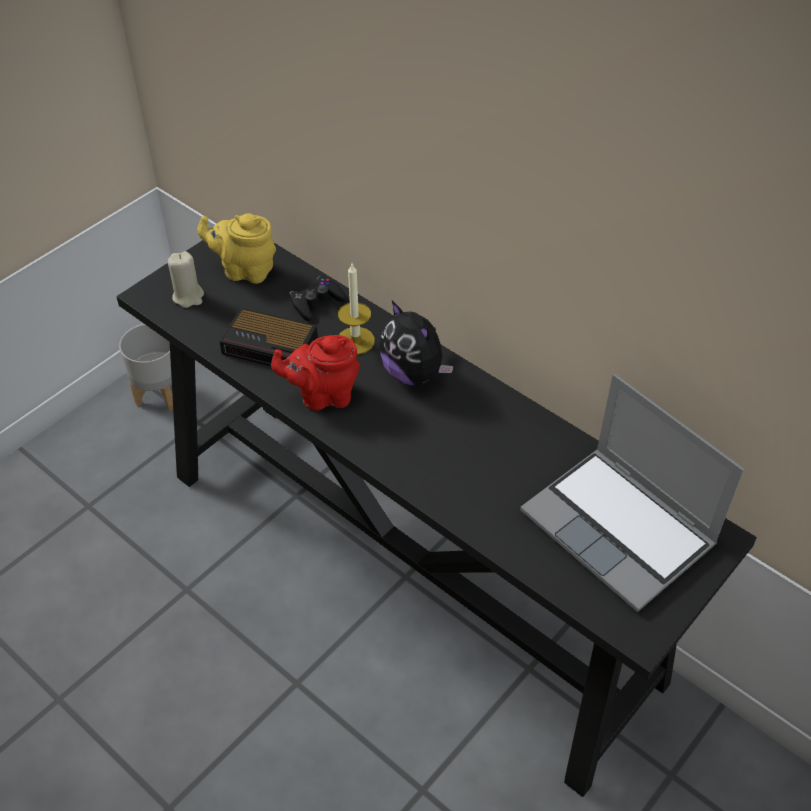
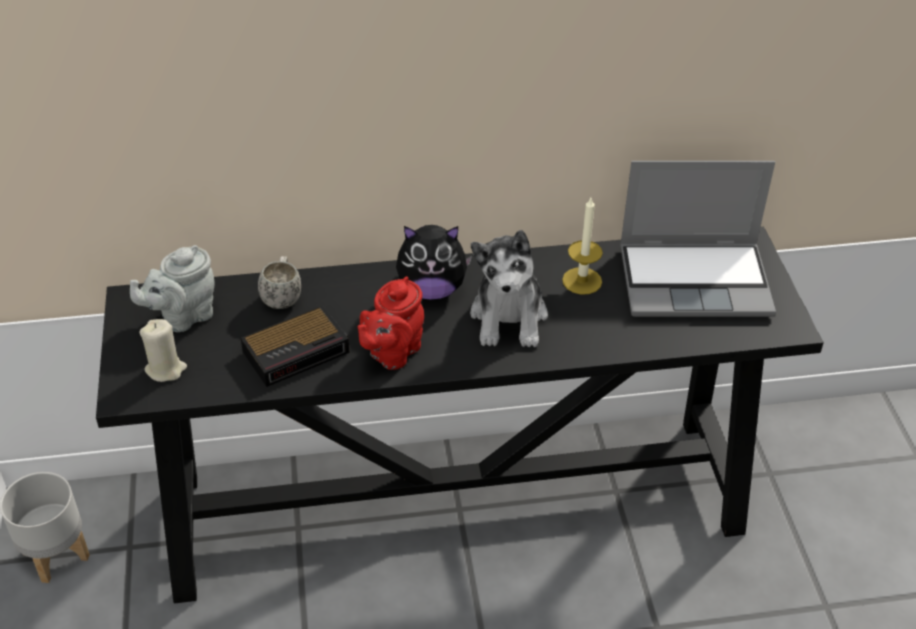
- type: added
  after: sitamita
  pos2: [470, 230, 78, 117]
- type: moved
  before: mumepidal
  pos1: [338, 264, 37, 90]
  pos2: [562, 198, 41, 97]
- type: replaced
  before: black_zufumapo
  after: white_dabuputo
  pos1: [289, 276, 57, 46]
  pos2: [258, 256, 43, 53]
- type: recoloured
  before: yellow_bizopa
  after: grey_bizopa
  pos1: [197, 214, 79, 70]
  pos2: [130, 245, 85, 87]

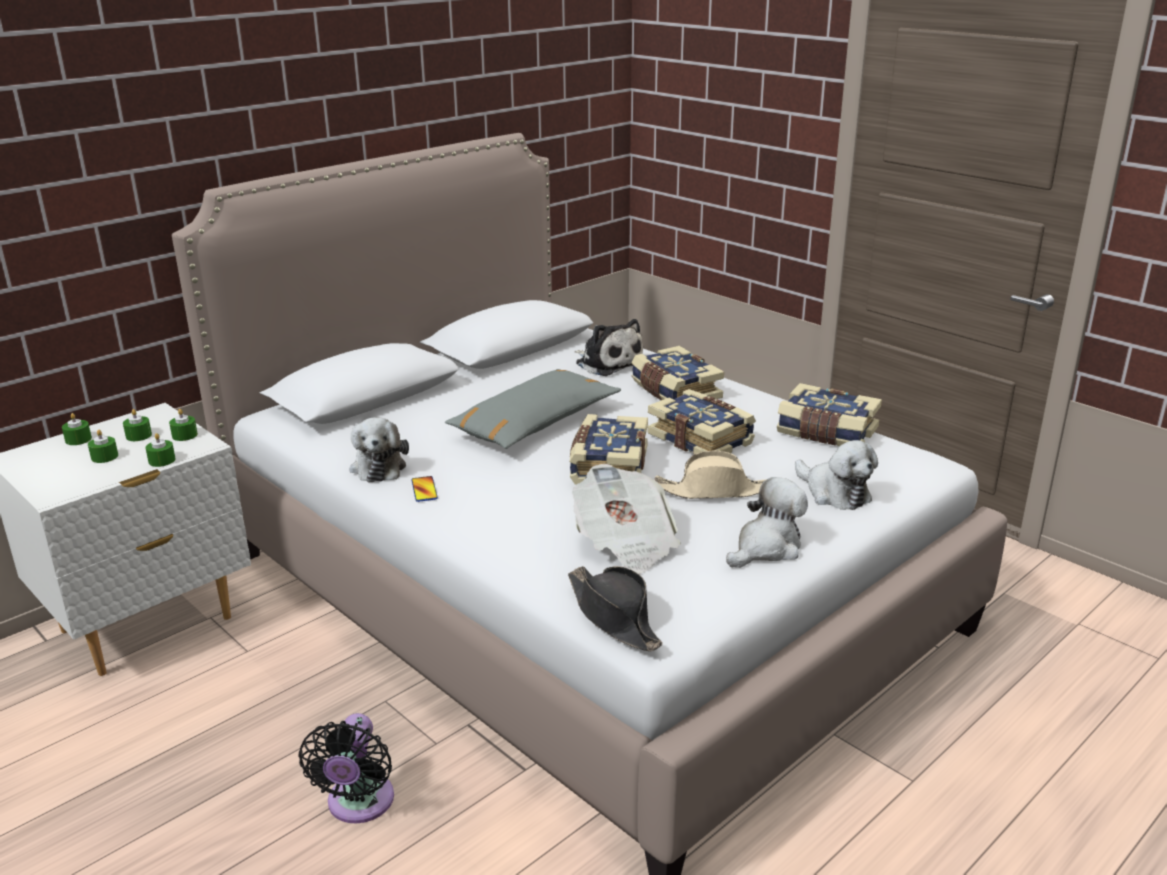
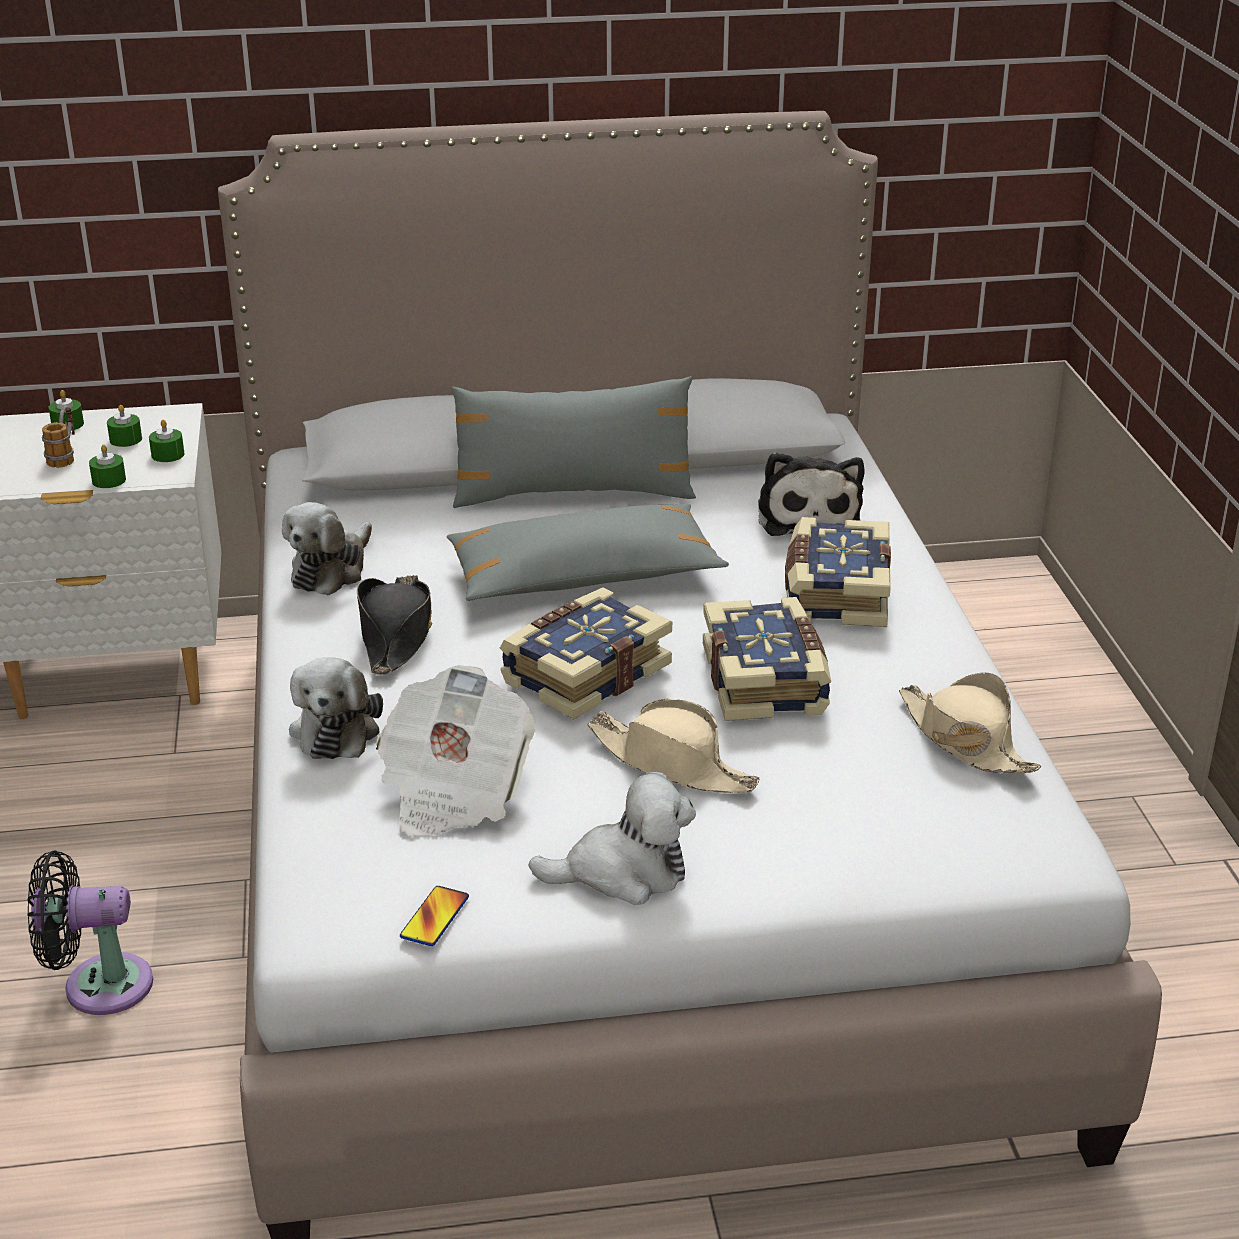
- type: added
  after: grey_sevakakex
  pos2: [451, 376, 245, 132]
- type: moved
  before: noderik
  pos1: [411, 476, 27, 26]
  pos2: [400, 886, 69, 60]
- type: moved
  before: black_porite
  pos1: [568, 566, 94, 85]
  pos2: [357, 575, 75, 100]
- type: moved
  before: sitamita
  pos1: [795, 440, 83, 70]
  pos2: [289, 657, 94, 102]
- type: replaced
  before: green_mumepidal
  after: dabuputo
  pos1: [88, 430, 30, 33]
  pos2: [42, 405, 33, 63]
- type: replaced
  before: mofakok
  after: beige_porite
  pos1: [777, 383, 105, 63]
  pos2: [899, 673, 142, 100]
- type: turned
  before: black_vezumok
  pos1: [298, 713, 96, 110]
  pos2: [28, 851, 125, 164]
  turn: 45

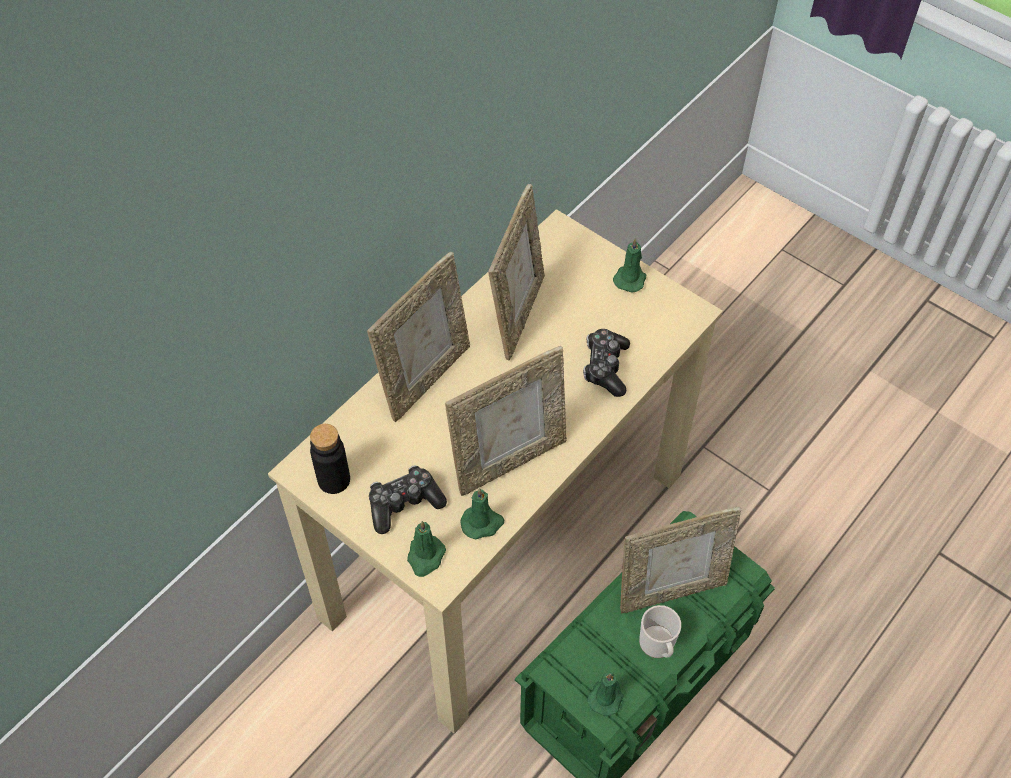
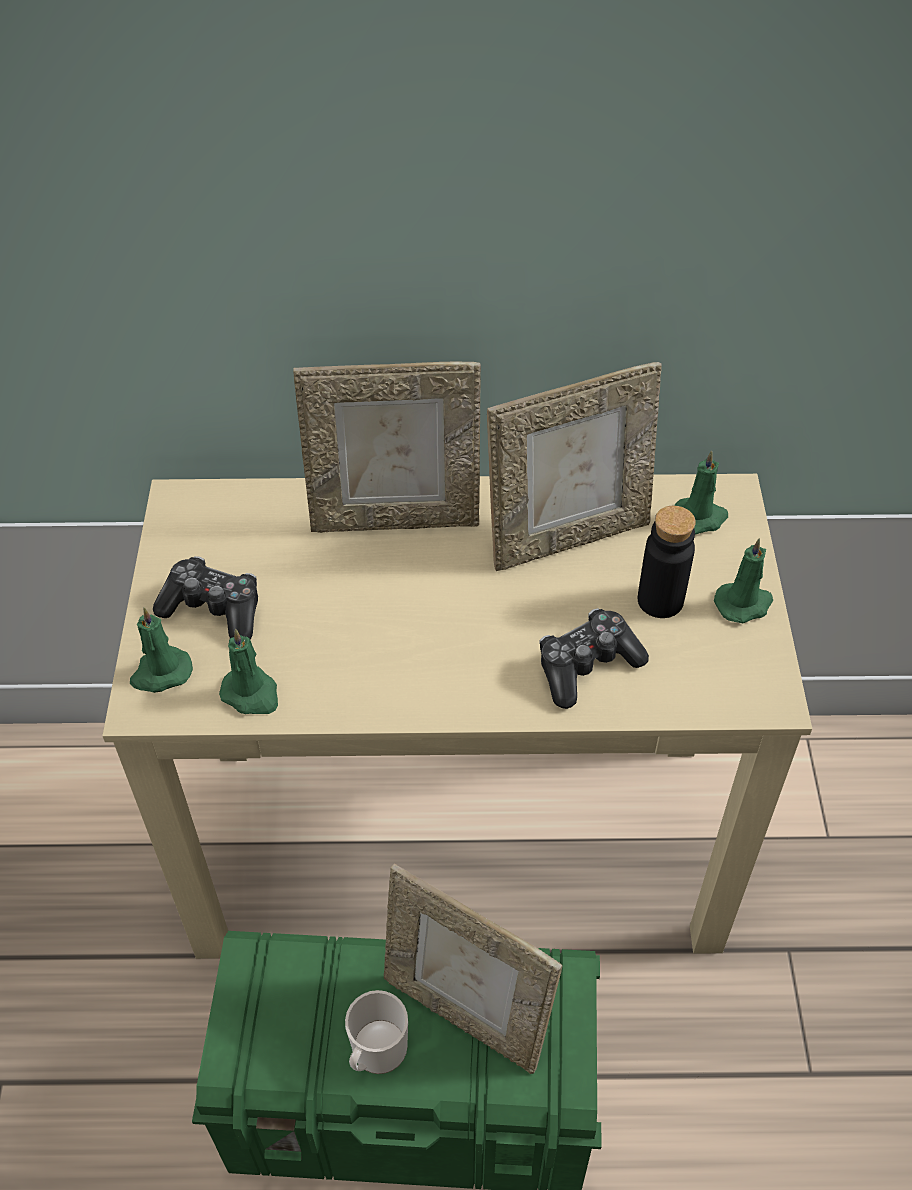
- type: removed
  before: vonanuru
  pos1: [445, 346, 122, 150]
- type: moved
  before: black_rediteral
  pos1: [310, 424, 40, 70]
  pos2: [638, 506, 58, 112]
- type: moved
  before: green_mumepidal
  pos1: [587, 672, 37, 44]
  pos2: [674, 451, 54, 84]

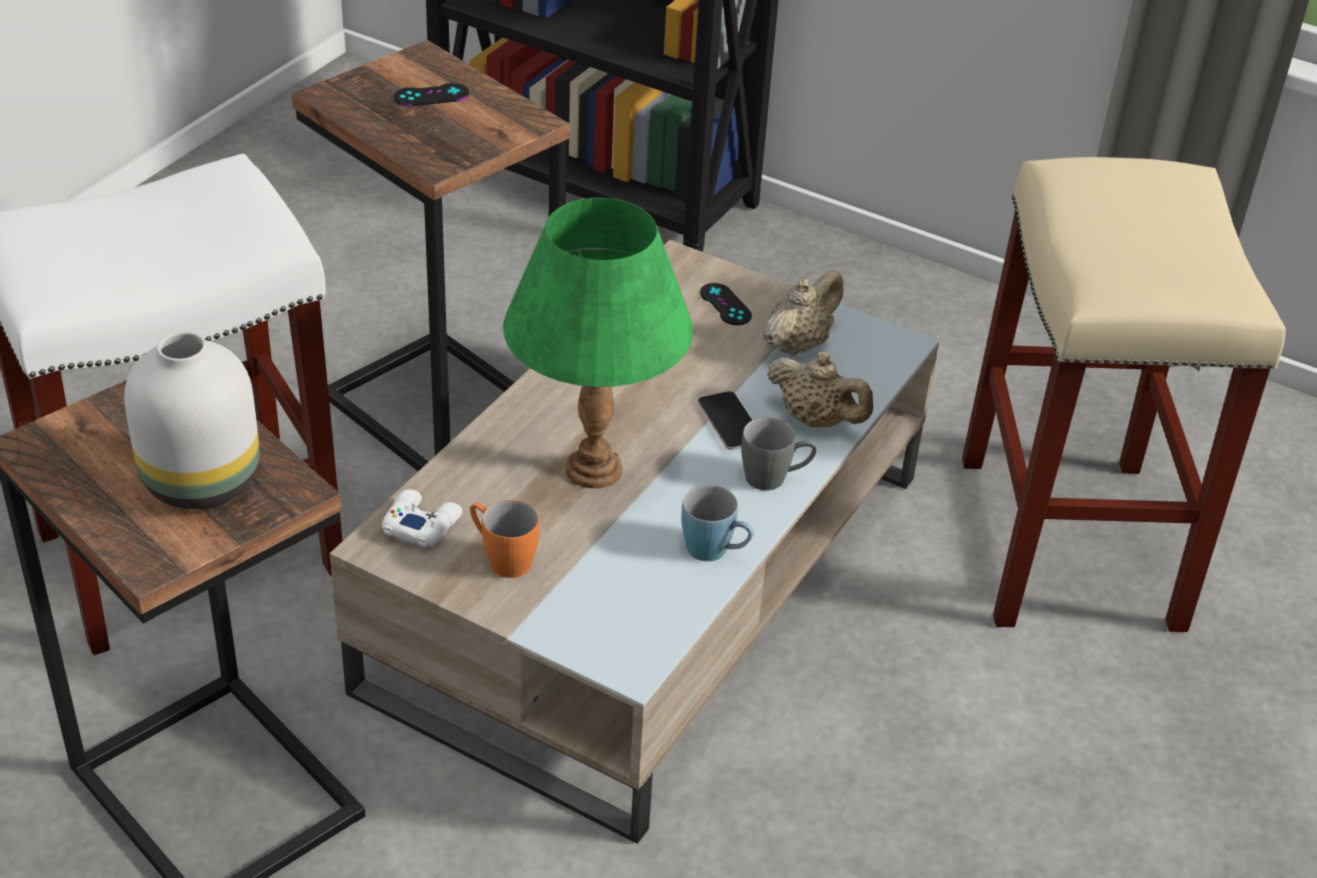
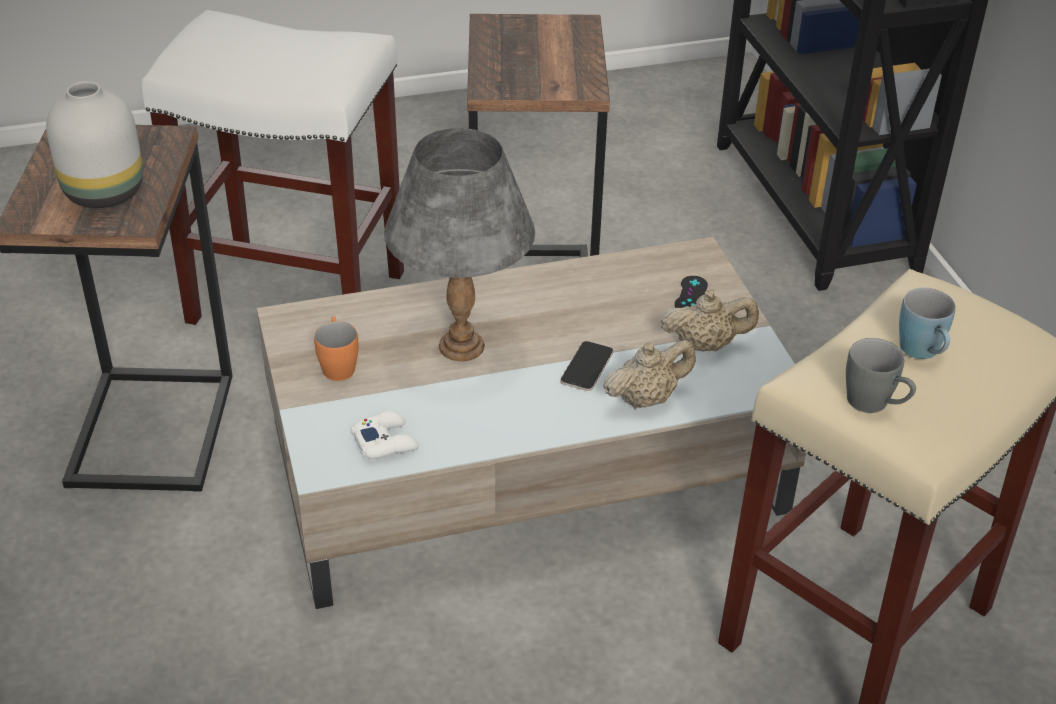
- type: removed
  before: black_zufumapo
  pos1: [394, 83, 75, 23]
- type: moved
  before: white_zufumapo
  pos1: [382, 489, 80, 58]
  pos2: [351, 411, 68, 48]
- type: moved
  before: blue_dabuputo
  pos1: [681, 485, 73, 76]
  pos2: [899, 288, 57, 71]
- type: moved
  before: grey_dabuputo
  pos1: [741, 417, 76, 74]
  pos2: [846, 338, 70, 75]
- type: recoloured
  before: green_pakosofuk
  after: grey_pakosofuk
  pos1: [503, 198, 190, 290]
  pos2: [384, 128, 151, 233]
- type: turned
  before: beige_bizopa
  pos1: [767, 352, 106, 75]
  pos2: [603, 340, 93, 69]
  turn: -105

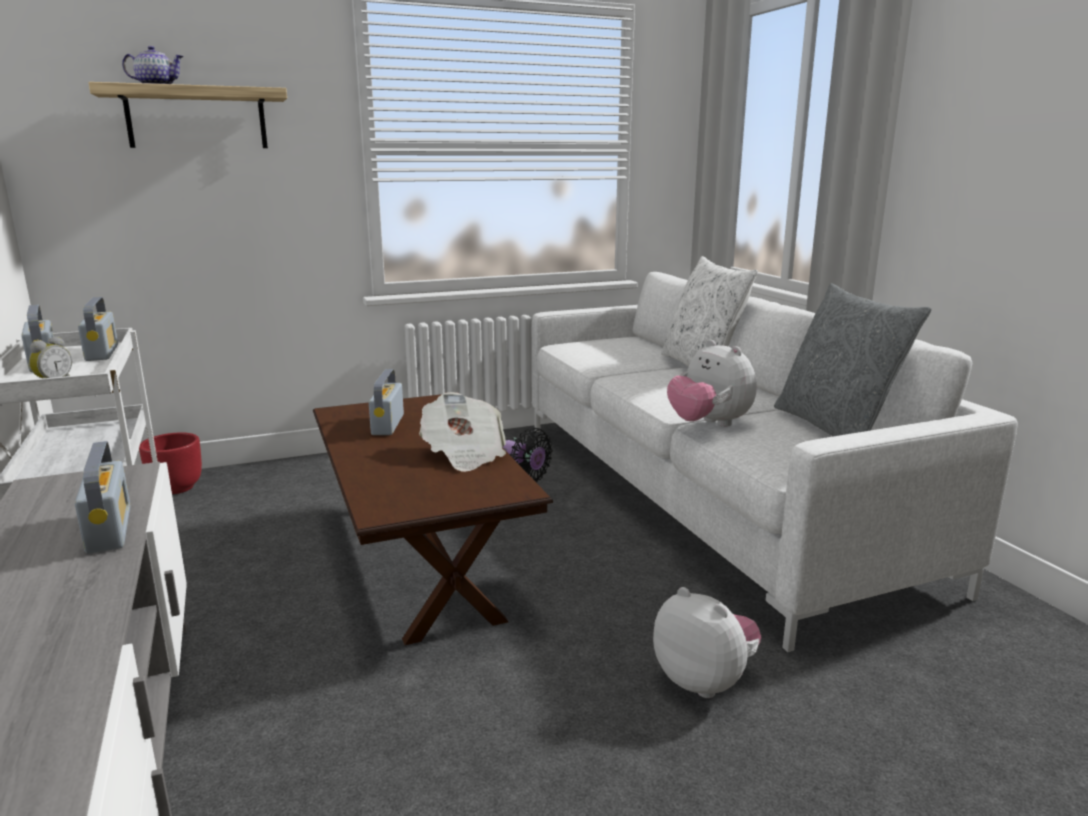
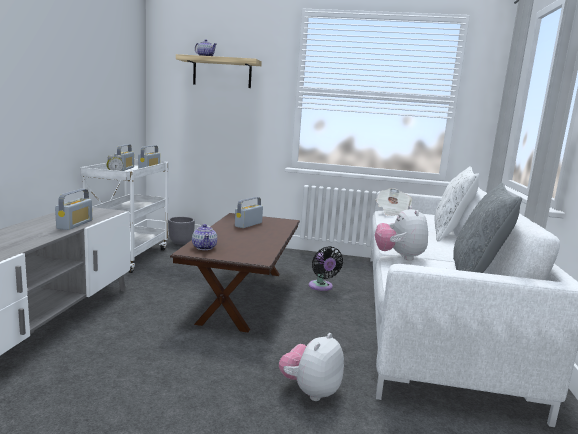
- type: added
  after: bizopa
  pos2: [192, 224, 25, 26]
- type: moved
  before: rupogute
  pos1: [419, 392, 87, 80]
  pos2: [376, 188, 36, 28]
- type: recoloured
  before: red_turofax
  after: grey_turofax
  pos1: [139, 432, 63, 62]
  pos2: [168, 217, 27, 28]
- type: turned
  before: sitamita
  pos1: [653, 587, 108, 111]
  pos2: [279, 333, 65, 68]
  turn: -135

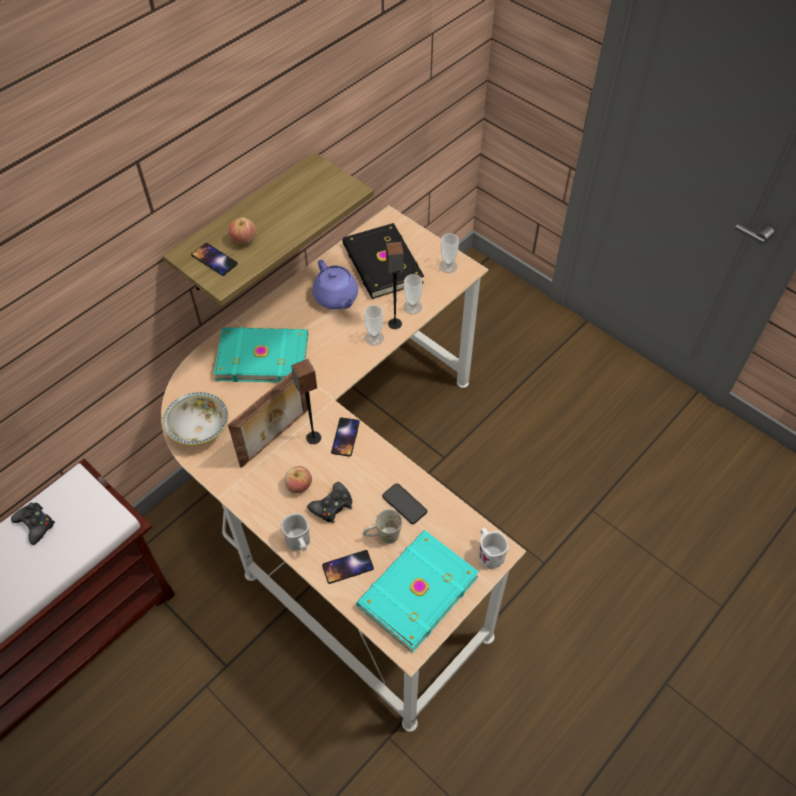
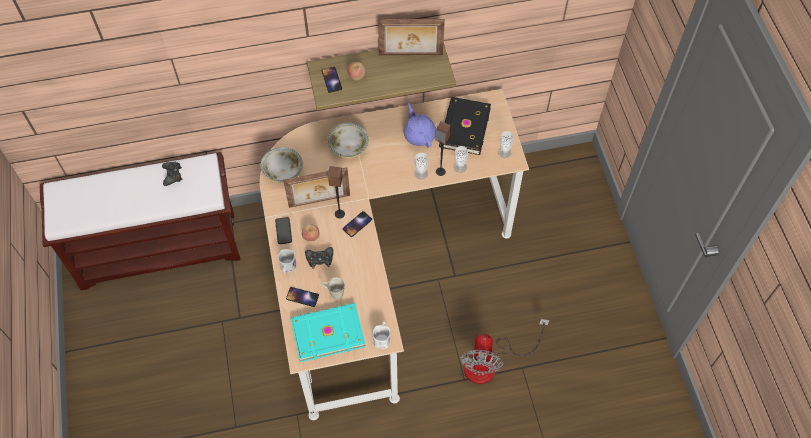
- type: added
  after: vonanuru
  pos2: [378, 19, 67, 36]
- type: added
  after: vezumok
  pos2: [460, 319, 89, 65]
- type: moved
  before: noderik
  pos1: [382, 483, 45, 41]
  pos2: [275, 217, 17, 27]
- type: replaced
  before: turquoise_mofakok
  after: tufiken
  pos1: [214, 327, 94, 56]
  pos2: [327, 123, 42, 35]
- type: turned
  before: purple_bizopa
  pos1: [312, 260, 46, 49]
  pos2: [404, 103, 32, 44]
  turn: 150

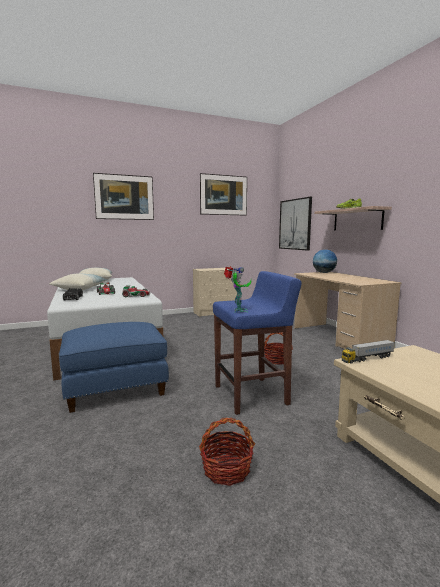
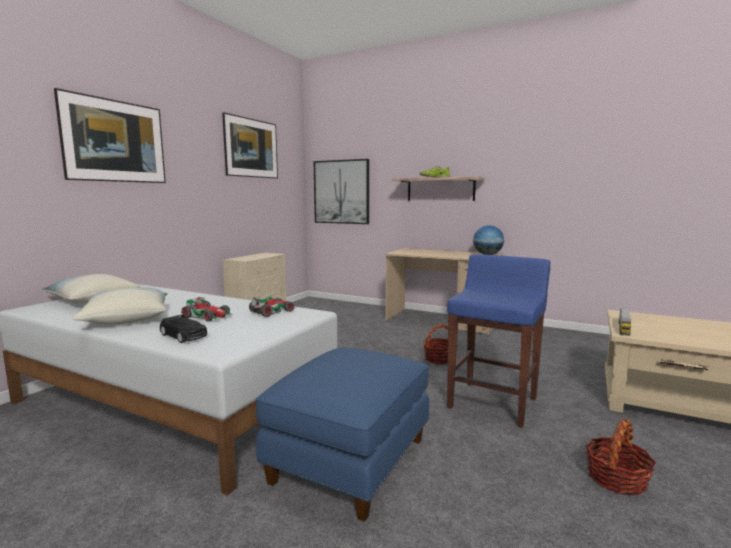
- type: removed
  before: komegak
  pos1: [224, 266, 27, 46]
- type: moved
  before: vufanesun
  pos1: [313, 249, 24, 24]
  pos2: [473, 225, 31, 30]

